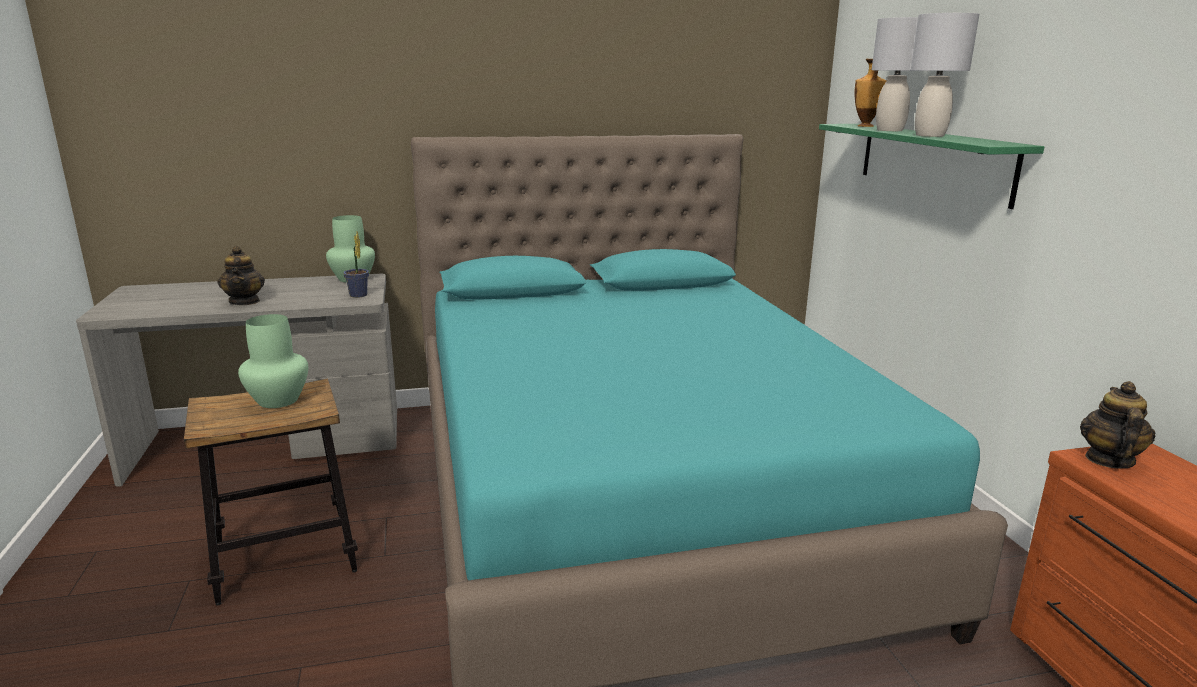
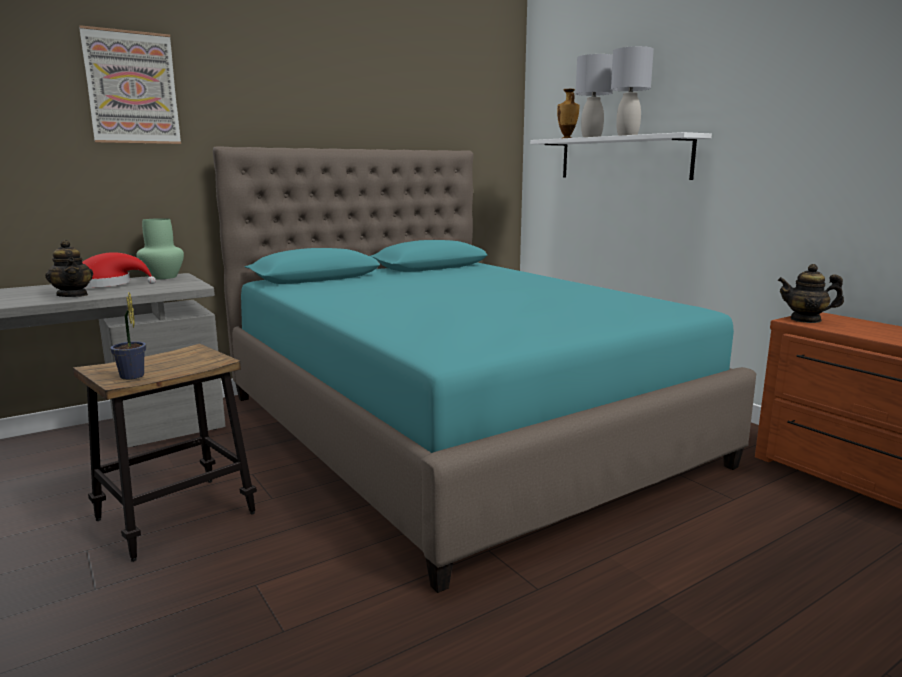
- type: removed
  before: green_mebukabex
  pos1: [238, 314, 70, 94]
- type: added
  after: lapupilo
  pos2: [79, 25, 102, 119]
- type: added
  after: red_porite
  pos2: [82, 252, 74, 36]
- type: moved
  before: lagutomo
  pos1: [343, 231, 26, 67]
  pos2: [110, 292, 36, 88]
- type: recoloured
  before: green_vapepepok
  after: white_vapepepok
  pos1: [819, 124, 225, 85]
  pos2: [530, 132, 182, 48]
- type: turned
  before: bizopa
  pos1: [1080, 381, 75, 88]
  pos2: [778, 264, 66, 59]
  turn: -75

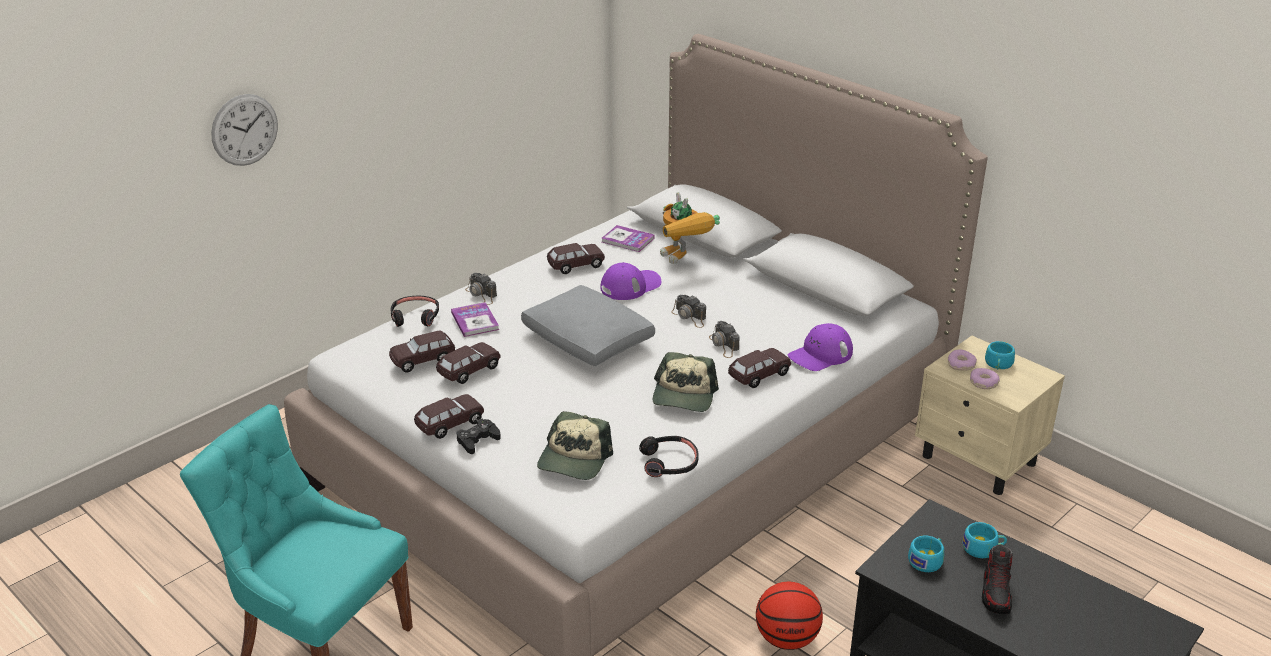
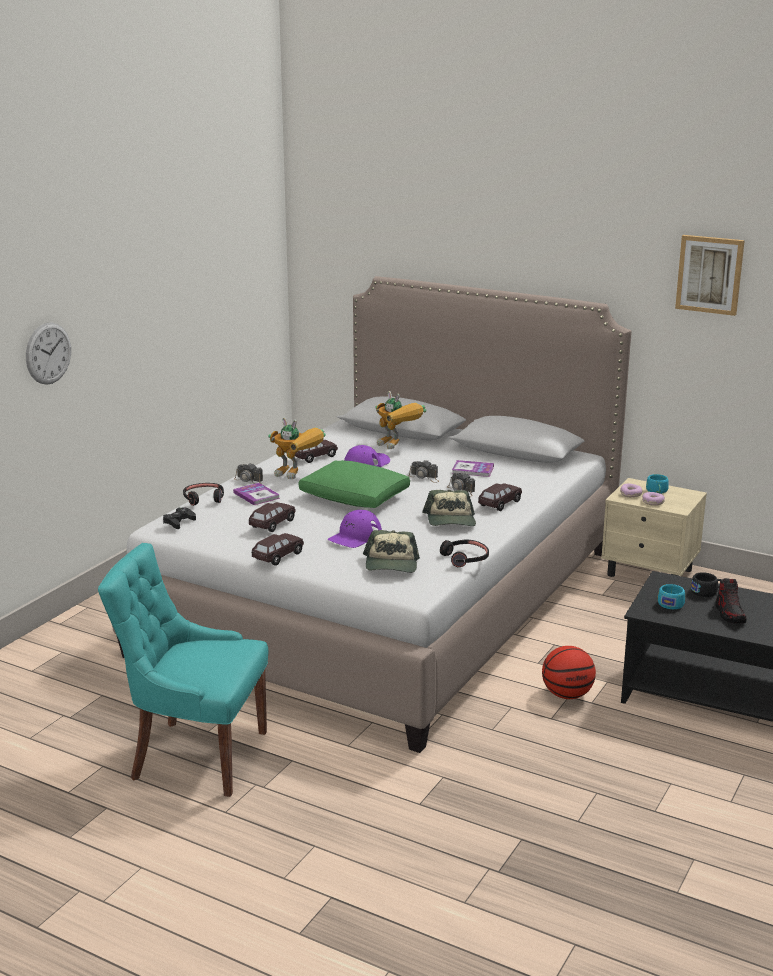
- type: removed
  before: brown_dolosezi
  pos1: [389, 330, 66, 43]
- type: added
  after: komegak
  pos2: [268, 418, 58, 61]
- type: added
  after: lapupilo
  pos2: [675, 235, 70, 81]
- type: moved
  before: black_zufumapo
  pos1: [456, 419, 45, 35]
  pos2: [163, 507, 33, 22]
- type: moved
  before: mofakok
  pos1: [602, 225, 53, 27]
  pos2: [452, 460, 42, 17]
- type: moved
  before: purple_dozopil
  pos1: [788, 323, 65, 48]
  pos2: [328, 510, 54, 38]
- type: recoloured
  before: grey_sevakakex
  after: green_sevakakex
  pos1: [521, 285, 134, 81]
  pos2: [299, 460, 111, 48]
- type: recoloured
  before: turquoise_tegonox
  after: black_tegonox
  pos1: [962, 522, 45, 36]
  pos2: [691, 572, 30, 25]

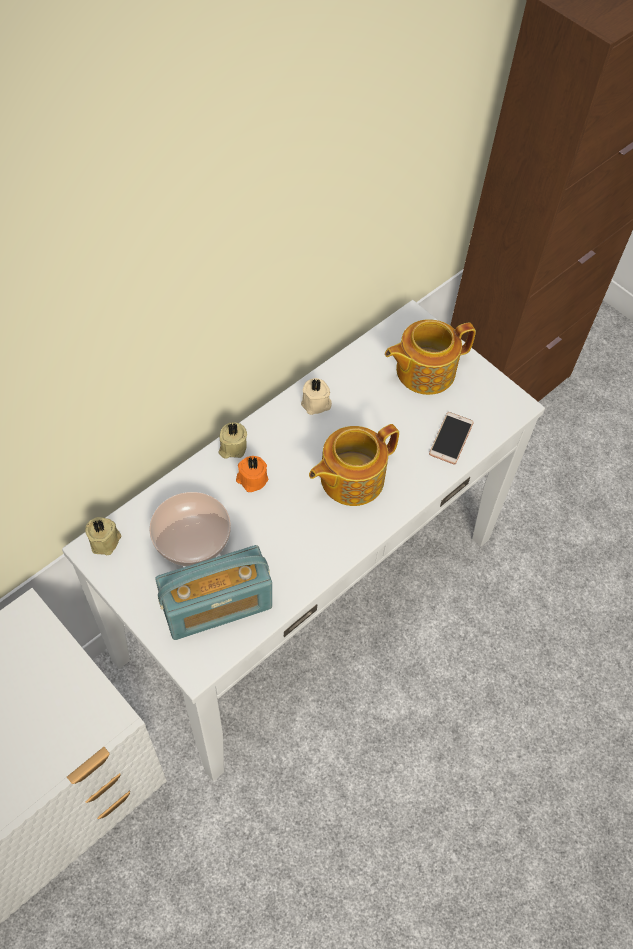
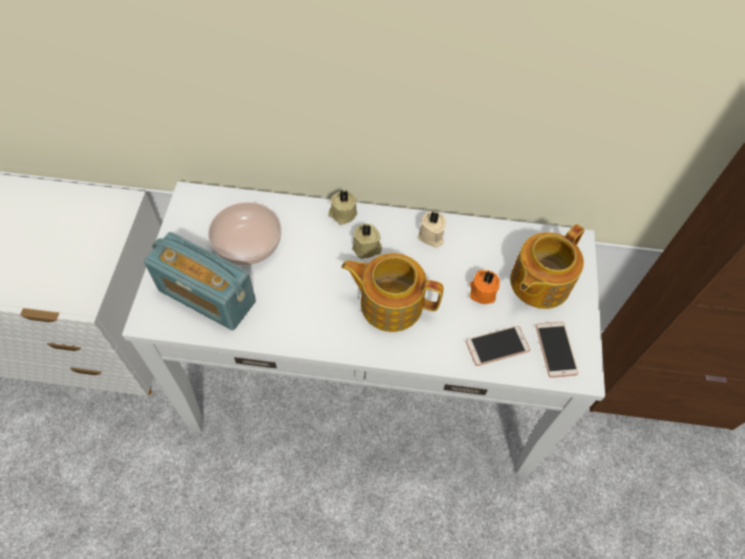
- type: added
  after: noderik
  pos2: [536, 322, 42, 56]
- type: moved
  before: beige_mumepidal
  pos1: [85, 517, 36, 38]
  pos2: [352, 223, 30, 36]
- type: moved
  before: orange_mumepidal
  pos1: [236, 456, 32, 36]
  pos2: [470, 270, 30, 34]
- type: turned
  before: bizopa
  pos1: [385, 319, 91, 76]
  pos2: [510, 224, 75, 85]
  turn: -75

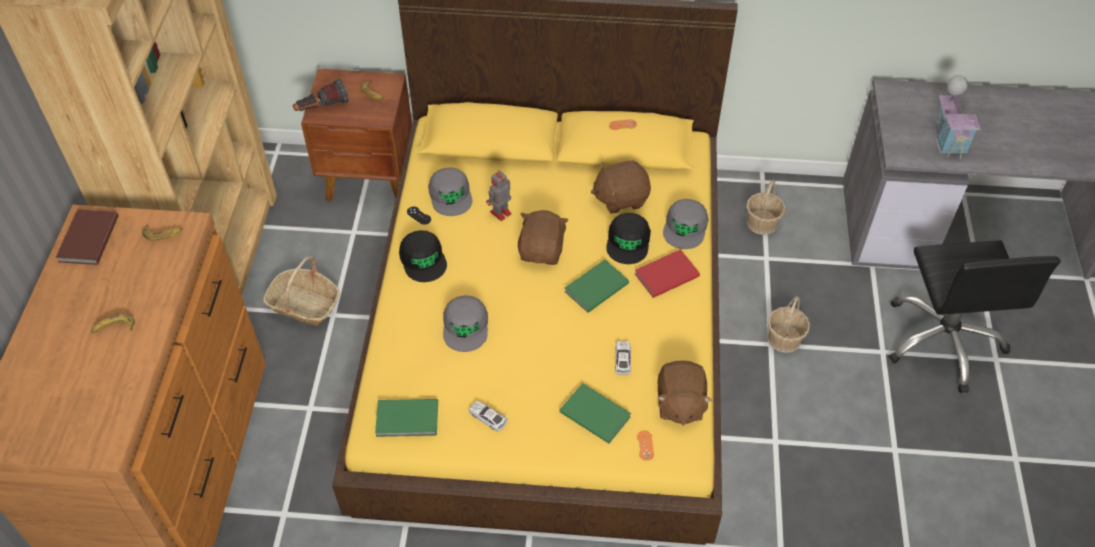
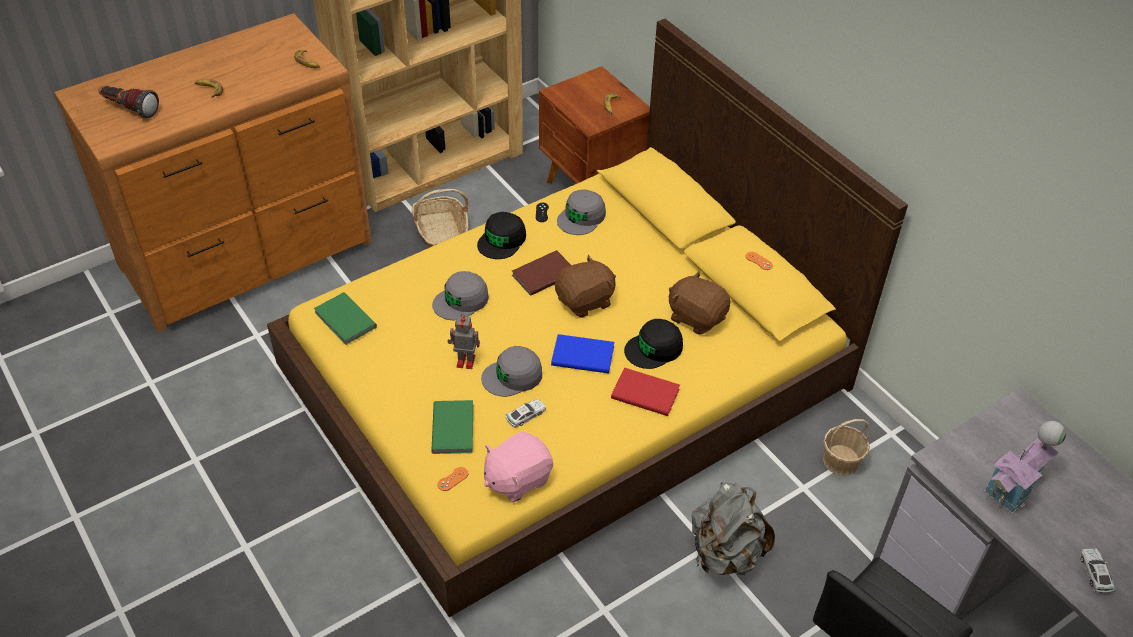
- type: moved
  before: brown_mofakok
  pos1: [56, 209, 63, 56]
  pos2: [512, 250, 59, 46]
- type: moved
  before: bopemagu
  pos1: [293, 79, 56, 32]
  pos2: [98, 86, 61, 33]
- type: moved
  before: dolosezi
  pos1: [469, 401, 39, 31]
  pos2: [1080, 548, 36, 46]
- type: moved
  before: komegak
  pos1: [486, 170, 26, 51]
  pos2: [447, 314, 33, 55]
- type: moved
  before: grey_dozopil
  pos1: [663, 199, 46, 50]
  pos2: [481, 346, 61, 51]
- type: replaced
  before: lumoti
  after: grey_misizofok
  pos1: [767, 296, 43, 57]
  pos2: [692, 482, 83, 93]
- type: recoloured
  before: green_mofakok
  after: blue_mofakok
  pos1: [564, 259, 65, 54]
  pos2: [551, 334, 63, 39]
- type: recoloured
  before: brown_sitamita
  after: pink_sitamita
  pos1: [657, 360, 55, 66]
  pos2: [484, 432, 69, 70]

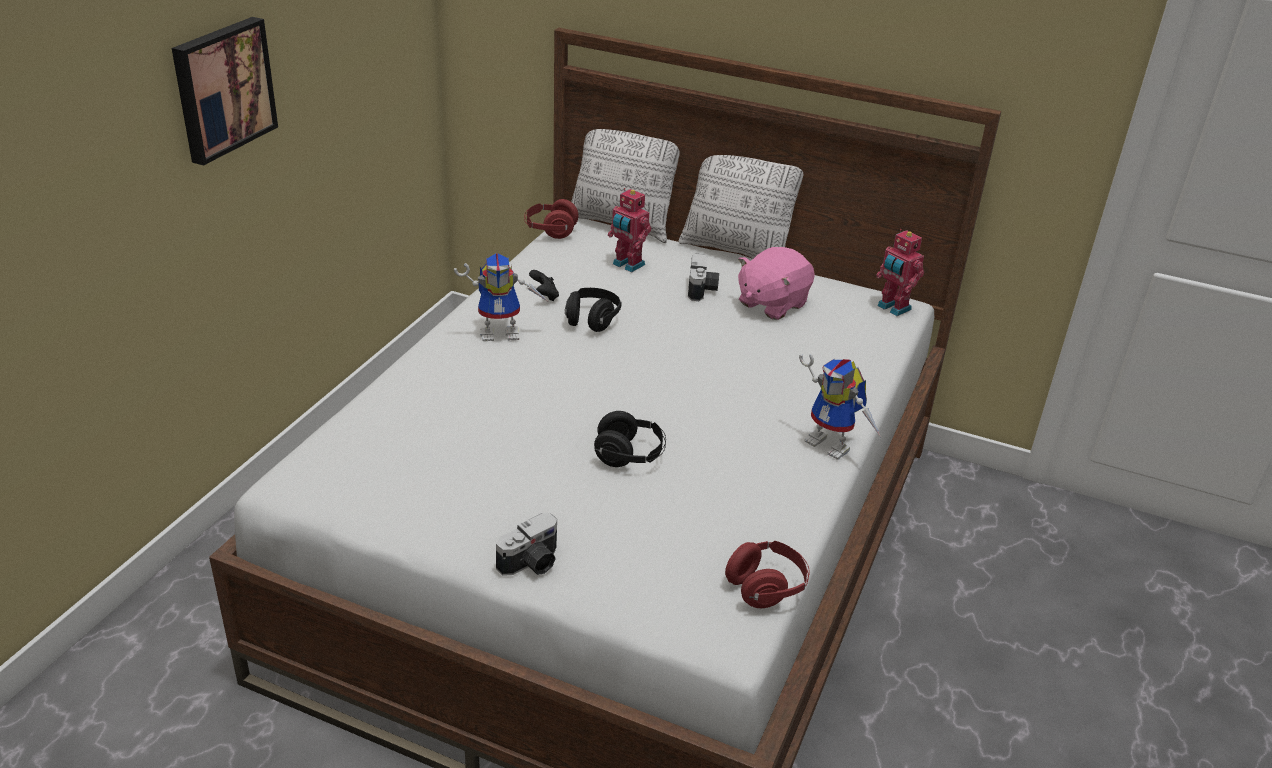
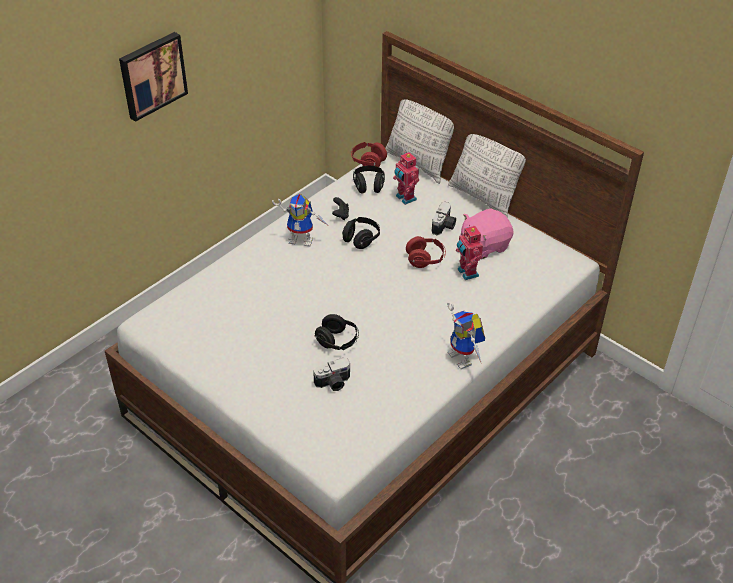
- type: added
  after: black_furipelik
  pos2: [353, 166, 32, 28]
- type: moved
  before: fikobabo
  pos1: [496, 513, 61, 63]
  pos2: [313, 358, 37, 33]
- type: moved
  before: red_furipelik
  pos1: [725, 541, 85, 67]
  pos2: [406, 236, 40, 32]
- type: moved
  before: komegak
  pos1: [876, 229, 48, 87]
  pos2: [456, 224, 27, 56]

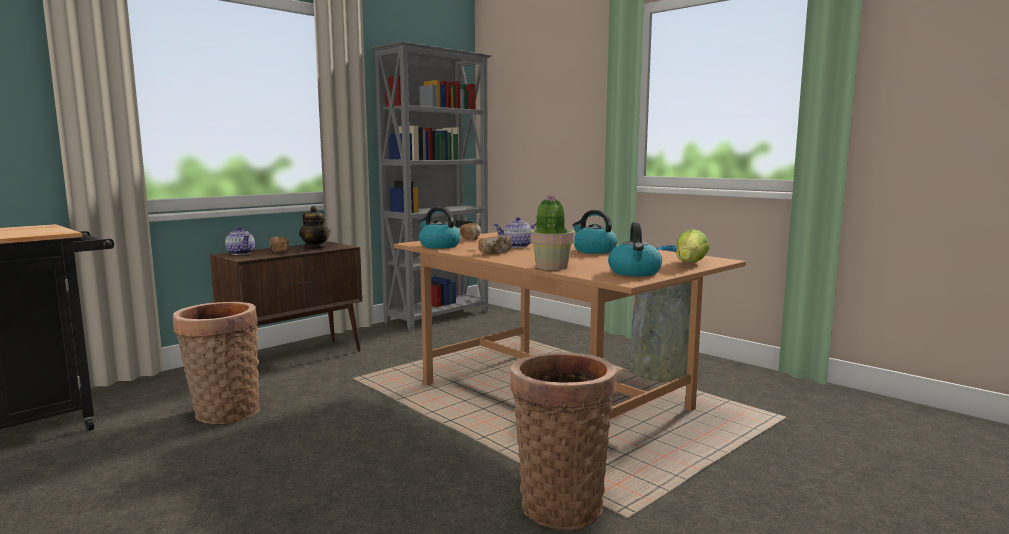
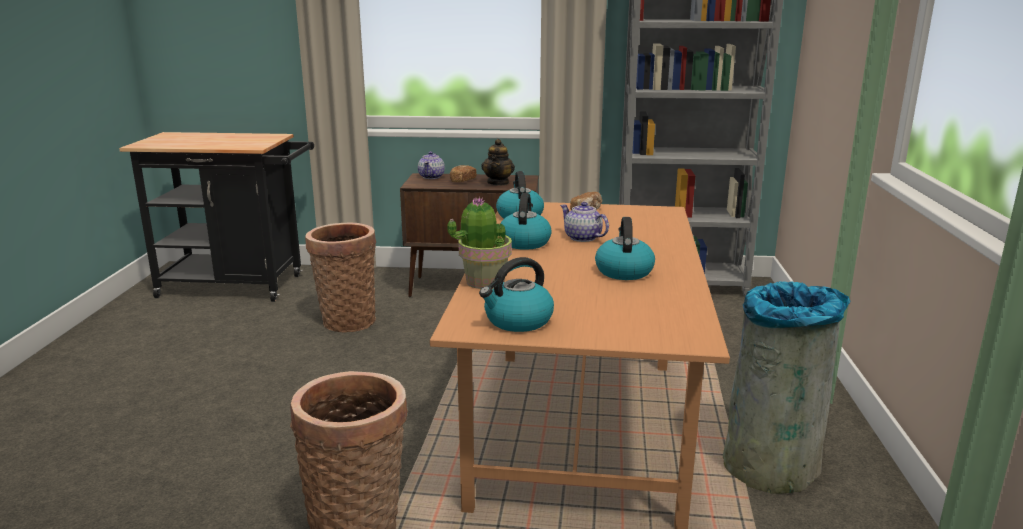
- type: removed
  before: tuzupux
  pos1: [676, 229, 34, 34]
- type: replaced
  before: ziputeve
  after: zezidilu
  pos1: [478, 235, 34, 19]
  pos2: [500, 193, 52, 57]

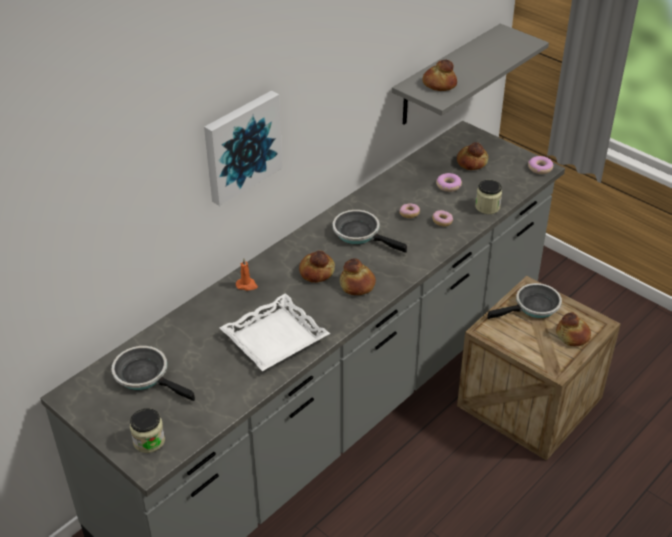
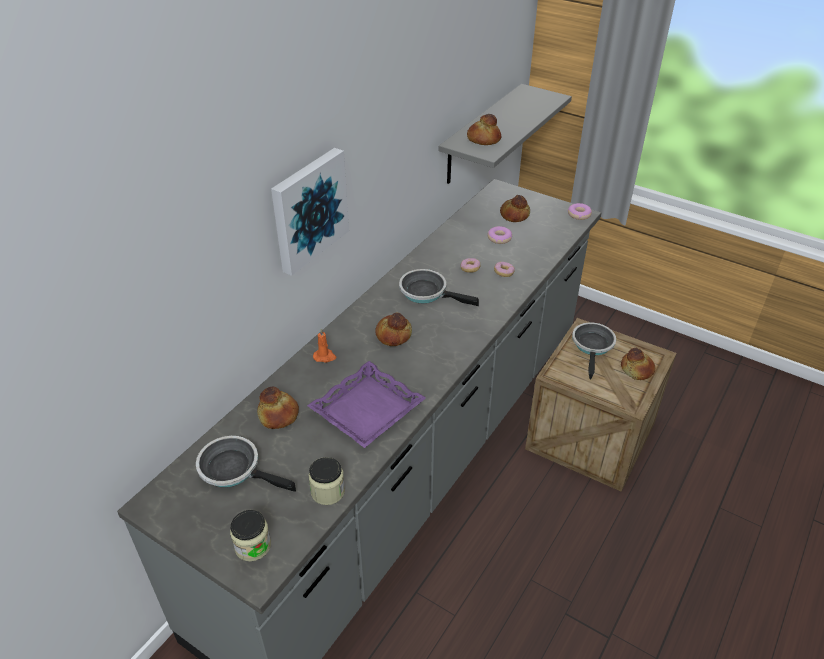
- type: moved
  before: ziputeve
  pos1: [340, 258, 36, 37]
  pos2: [257, 387, 42, 42]
- type: moved
  before: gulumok
  pos1: [475, 180, 27, 34]
  pos2: [309, 457, 36, 48]
- type: recoloured
  before: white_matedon
  after: purple_matedon
  pos1: [220, 293, 110, 78]
  pos2: [307, 361, 119, 87]
- type: turned
  before: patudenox
  pos1: [487, 283, 75, 36]
  pos2: [572, 322, 44, 57]
  turn: -45

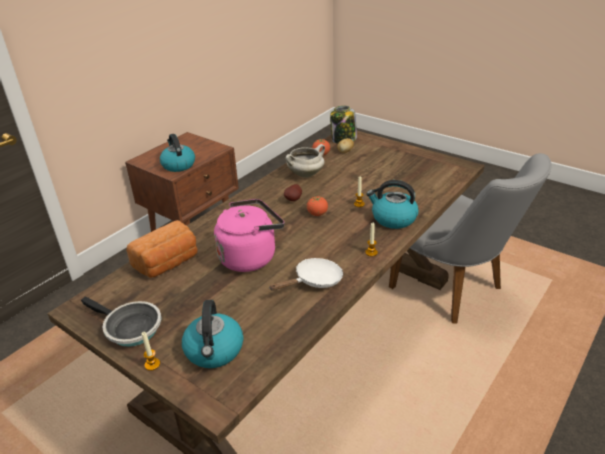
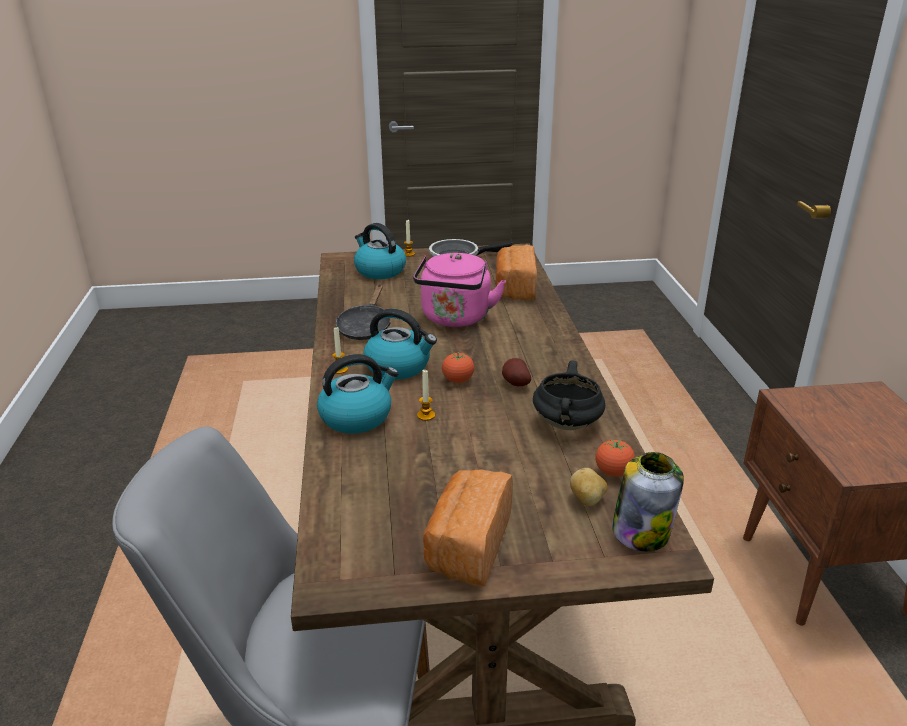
- type: added
  after: ziputeve
  pos2: [423, 469, 90, 117]
- type: moved
  before: zezidilu
  pos1: [160, 134, 35, 38]
  pos2: [363, 308, 74, 72]
- type: recoloured
  before: white_patudenox
  after: black_patudenox
  pos1: [269, 258, 74, 33]
  pos2: [336, 284, 55, 56]
- type: recoloured
  before: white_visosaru
  after: black_visosaru
  pos1: [285, 144, 40, 34]
  pos2: [533, 360, 72, 70]

